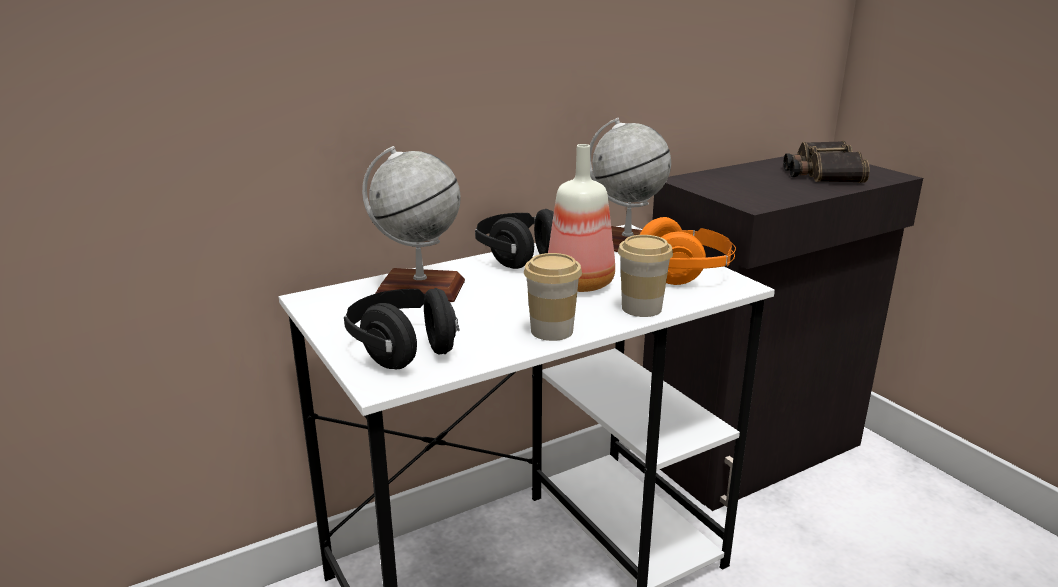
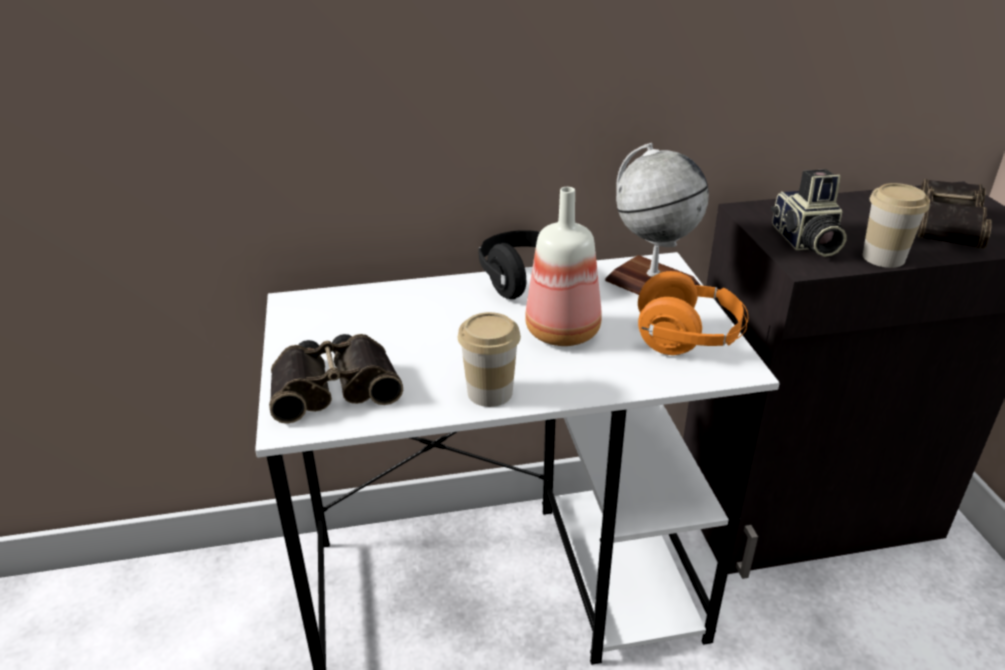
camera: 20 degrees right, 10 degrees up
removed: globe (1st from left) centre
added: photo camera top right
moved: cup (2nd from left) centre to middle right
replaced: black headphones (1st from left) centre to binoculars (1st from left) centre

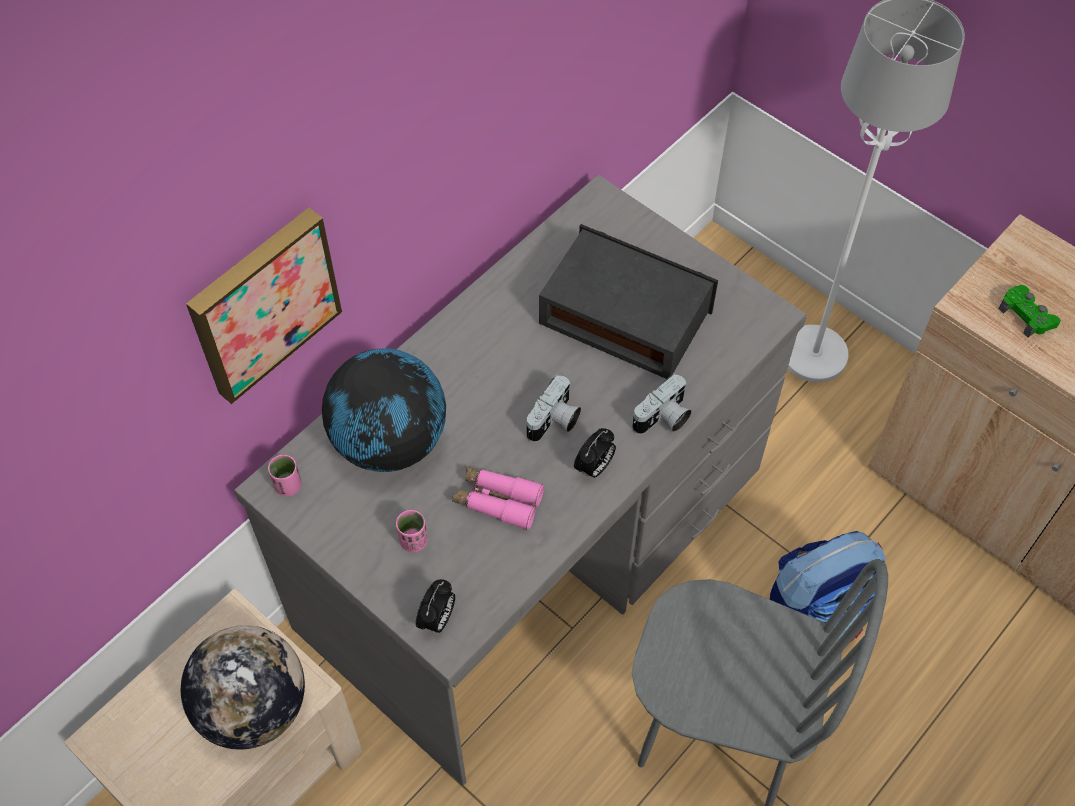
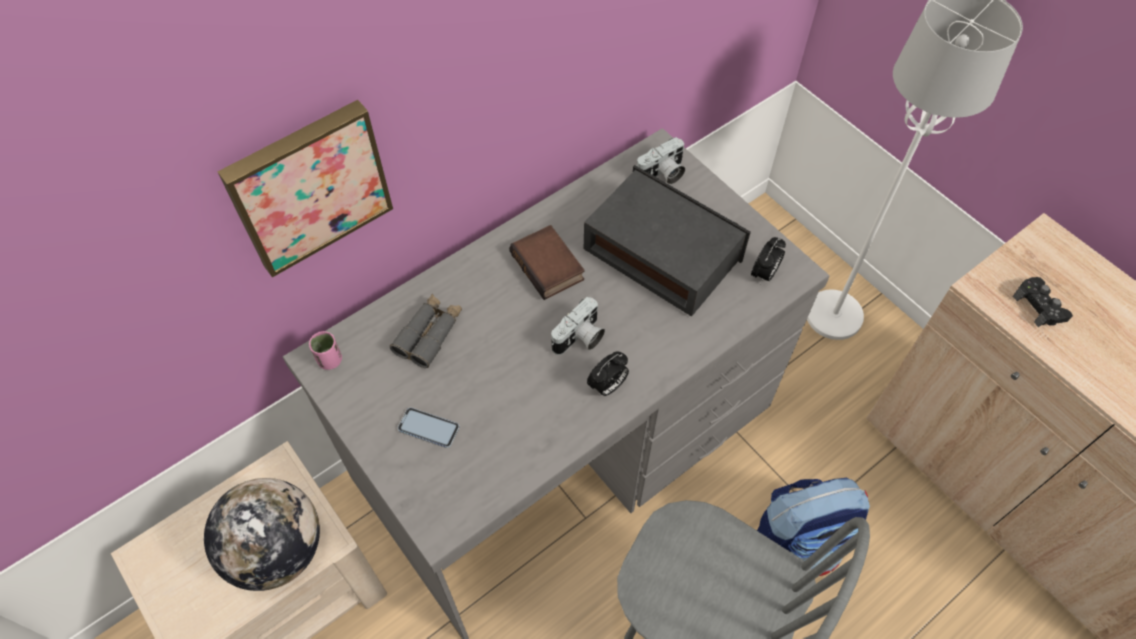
camera: 10 degrees right, 0 degrees up
removed: pink binoculars centre
added: book centre
moved: photo camera (2nd from left) centre to top centre; alarm clock (1st from left in the first image) bottom centre to alarm clock (2nd from left) middle right
replaced: globe (2nd from left) centre to grey binoculars centre; pink cup (2nd from left) centre to phone bottom centre
recoloured: green game controller middle right to black game controller middle right

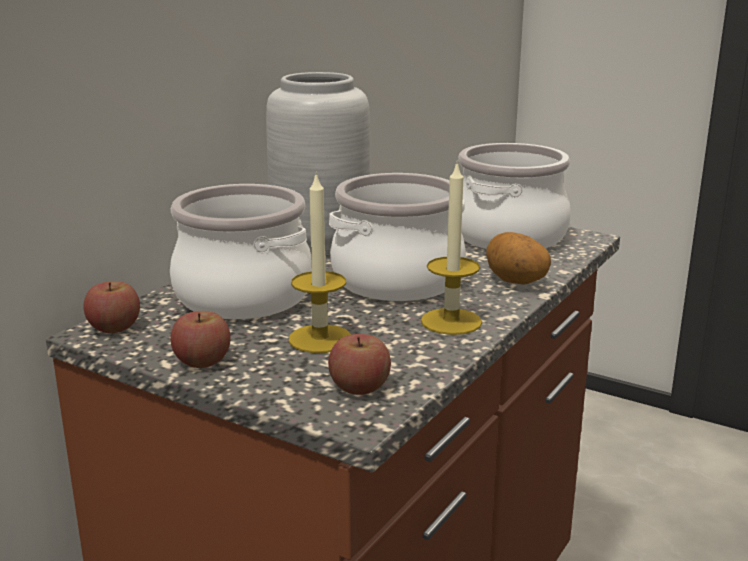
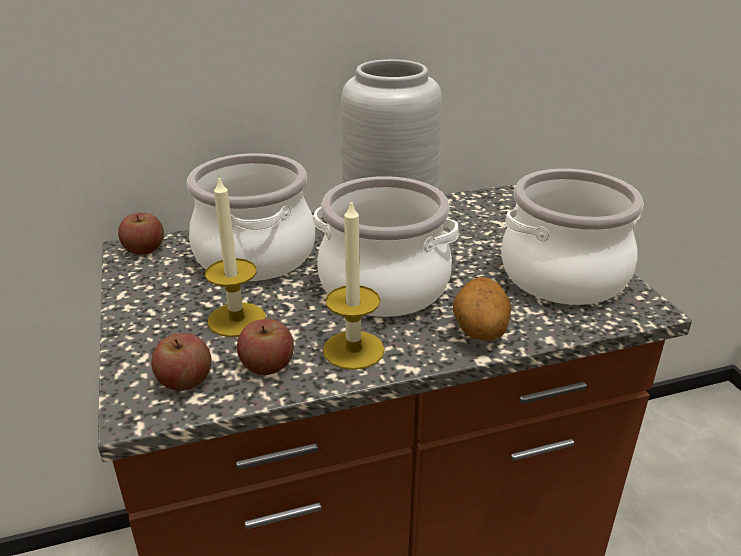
camera: 40 degrees right, 10 degrees up
moved: apple (2nd from left in the first image) middle left to apple (3rd from left) centre

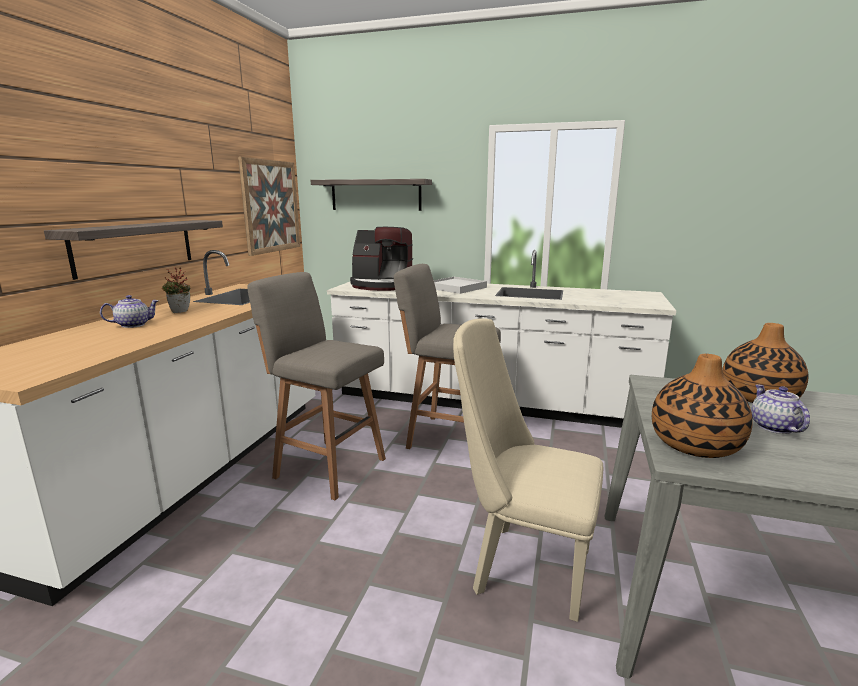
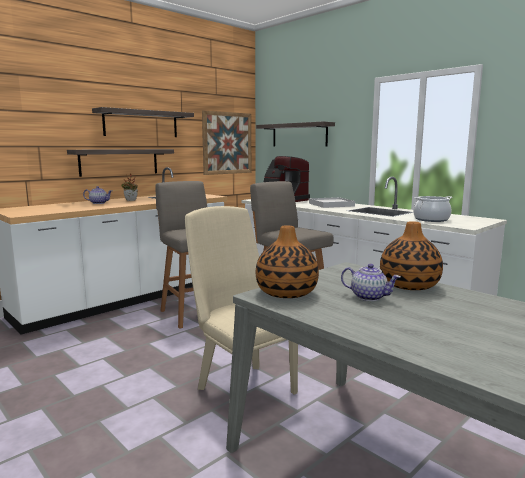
camera: 30 degrees right, 5 degrees down
added: shelf (2nd from left) top left; cooking pot middle right
turned: teapot (2nd from left) middle right = middle right 90 degrees clockwise

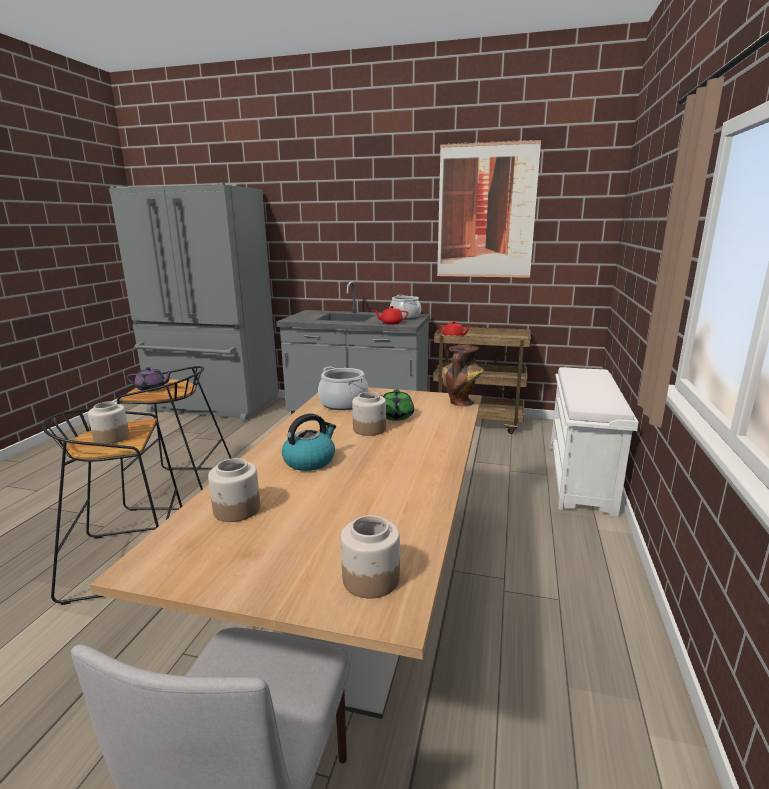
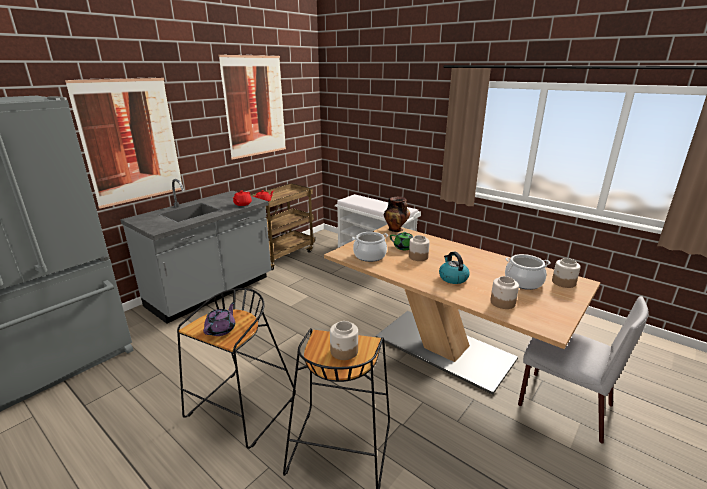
camera: 65 degrees left, 5 degrees up
added: picture (1st from left) top left
moved: cooking pot (2nd from left) centre to middle right

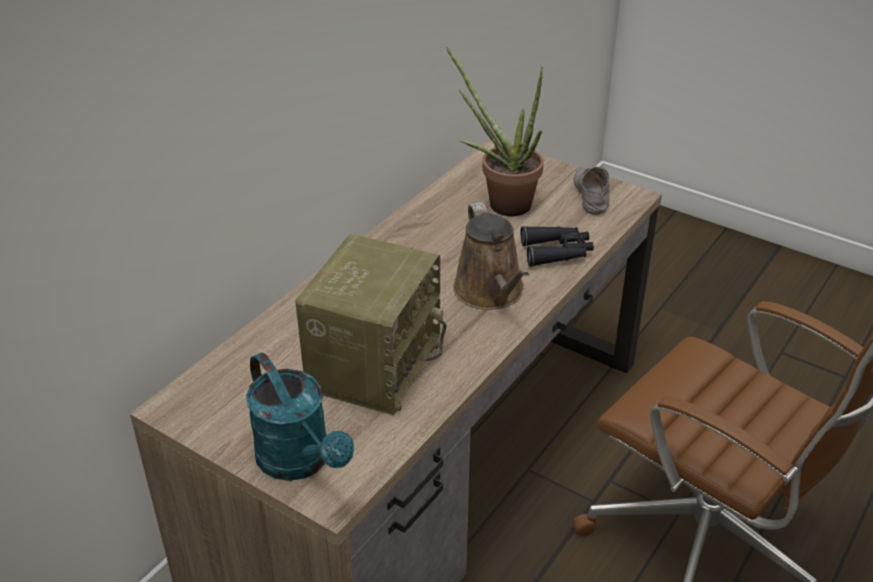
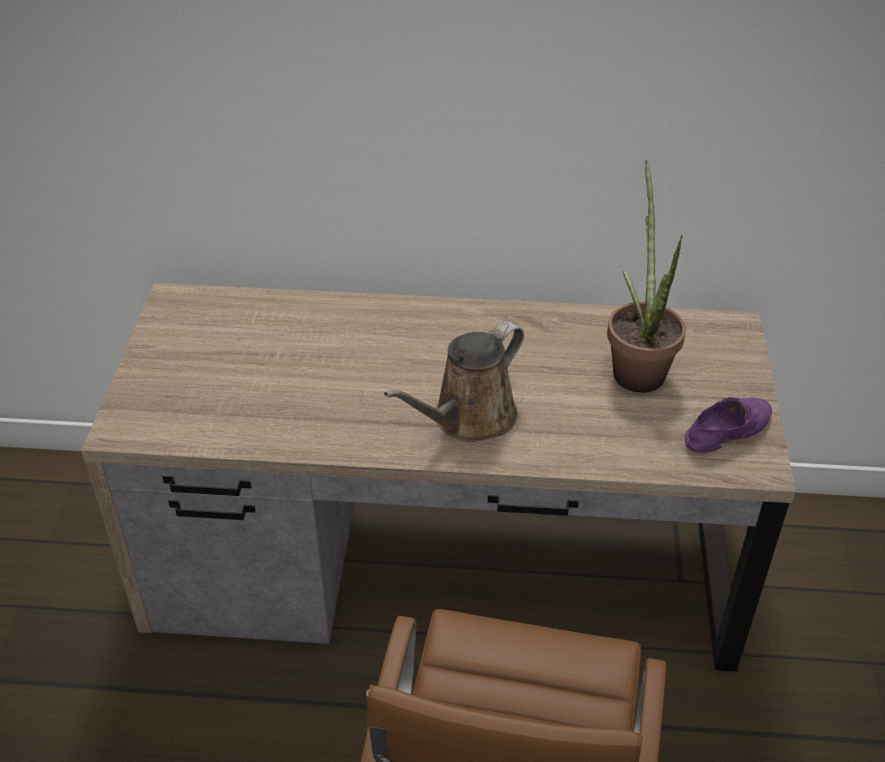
camera: 60 degrees right, 5 degrees up
removed: black binoculars centre; radio centre; turquoise watering can bottom centre
recoloured: grey shoe top right to purple shoe middle right

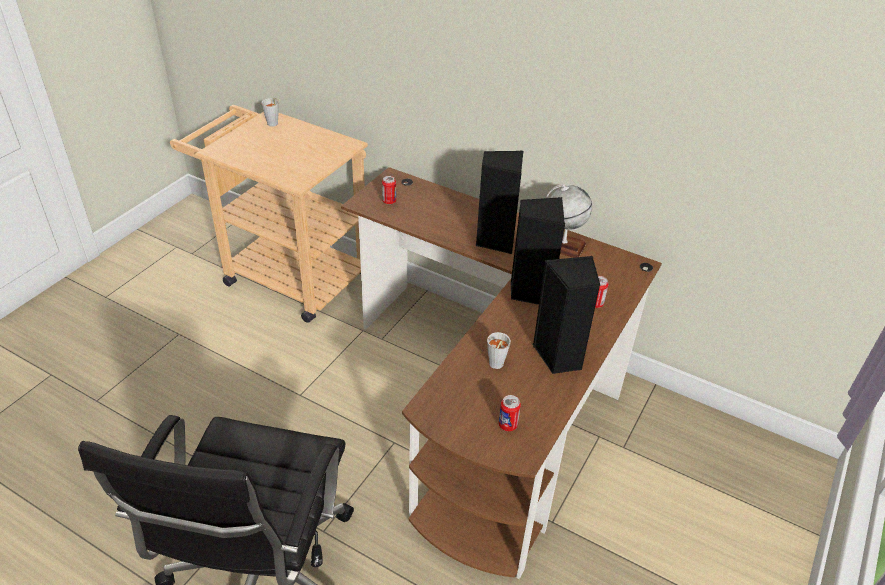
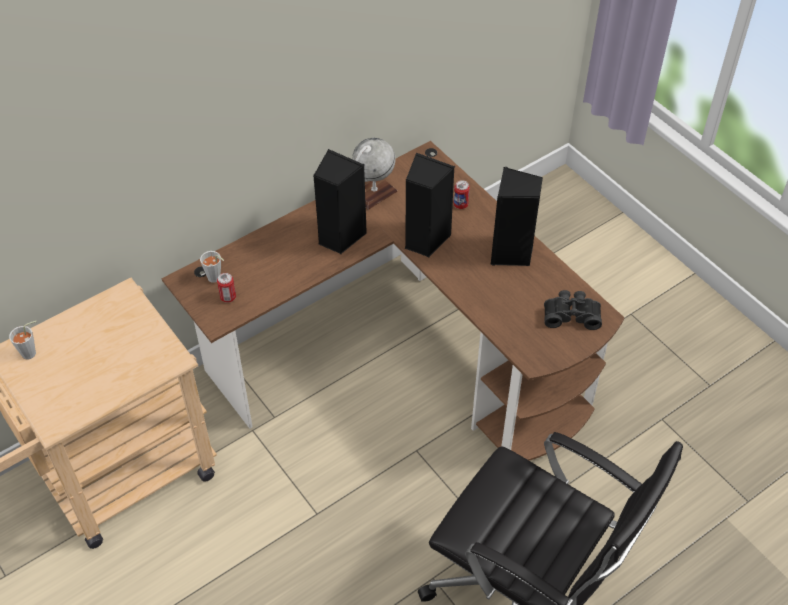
camera: 65 degrees left, 10 degrees up
moved: grey cup (2nd from left) centre to middle left
replaced: can (2nd from left) bottom centre to black binoculars middle right

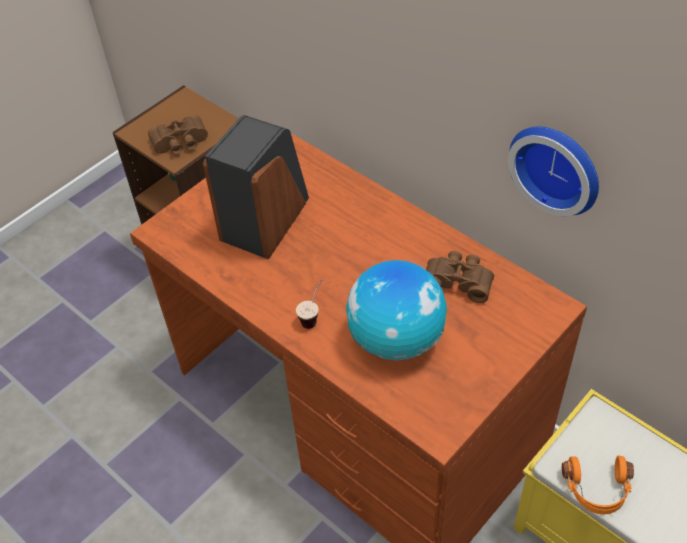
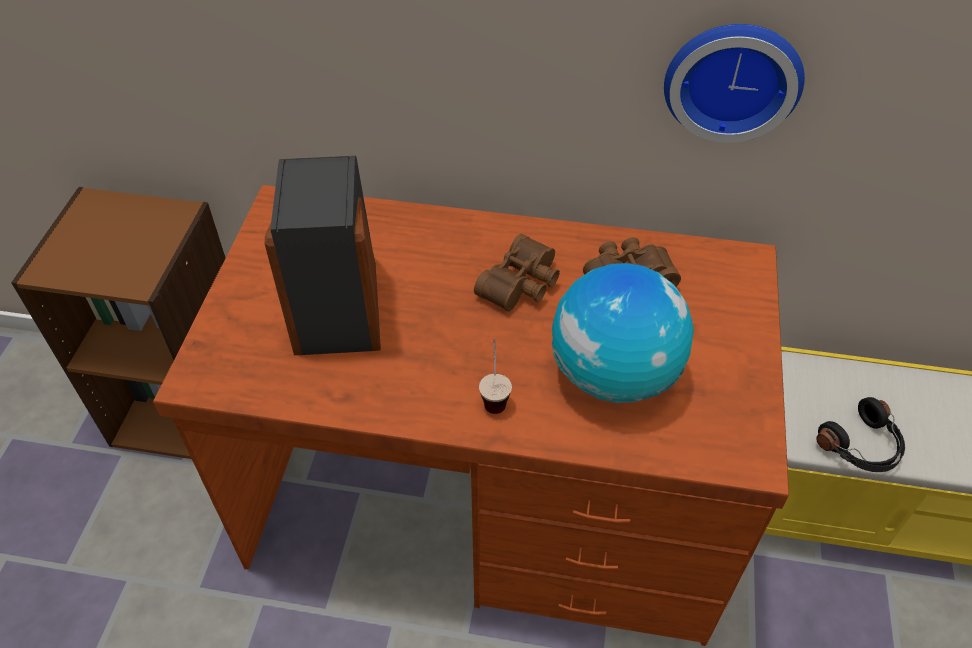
camera: 35 degrees left, 0 degrees up
moved: brown binoculars (1st from left) top left to centre
recoloured: orange headphones bottom right to black headphones bottom right

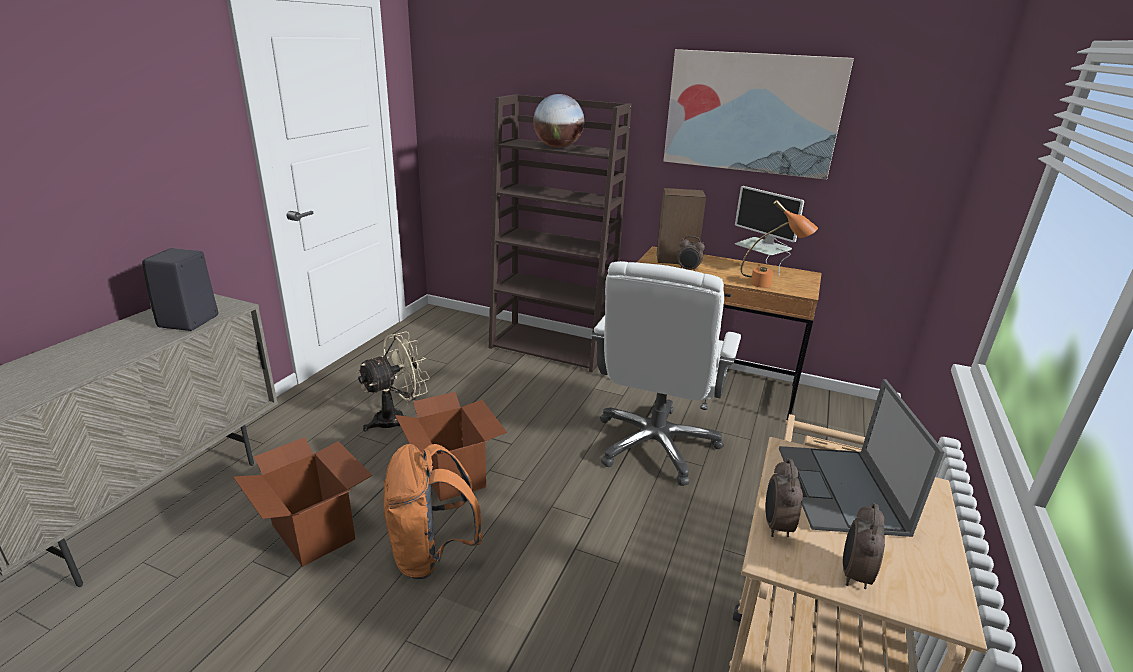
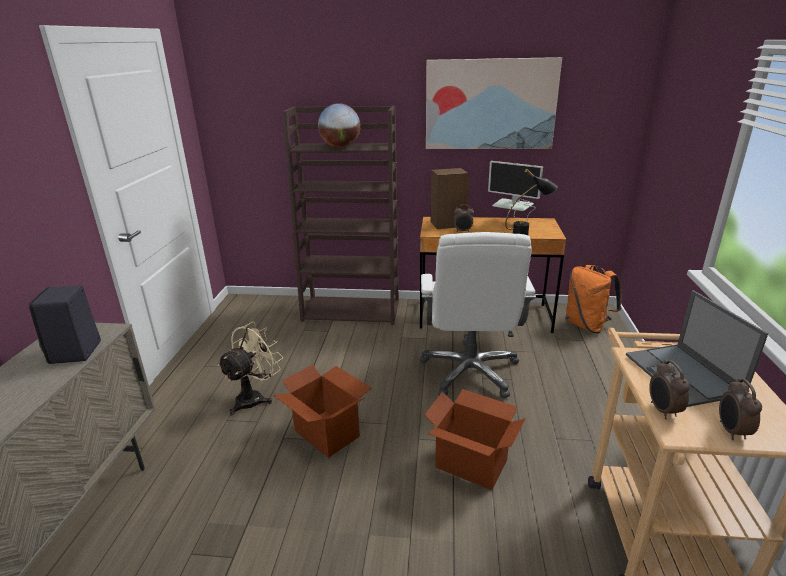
camera: 15 degrees left, 0 degrees up
moved: cardboard box (1st from left in the first image) bottom left to cardboard box (2nd from left) bottom centre; orange backpack bottom centre to middle right
recoloured: orange table lamp middle right to black table lamp middle right

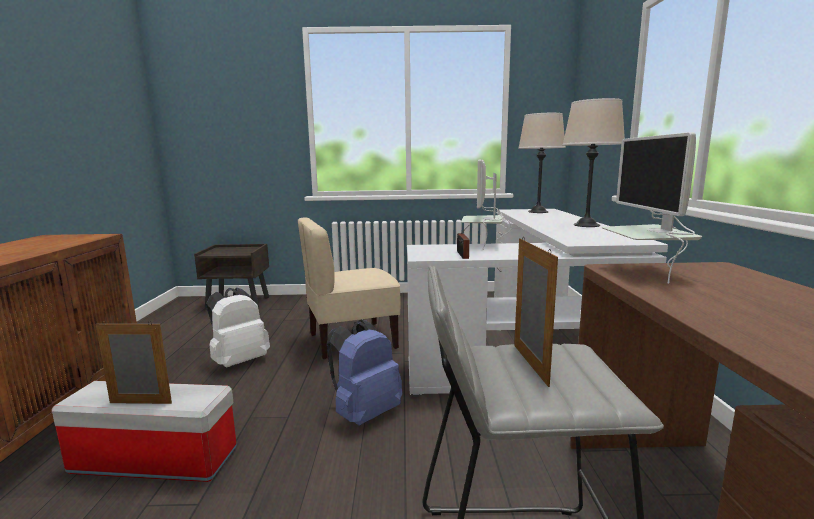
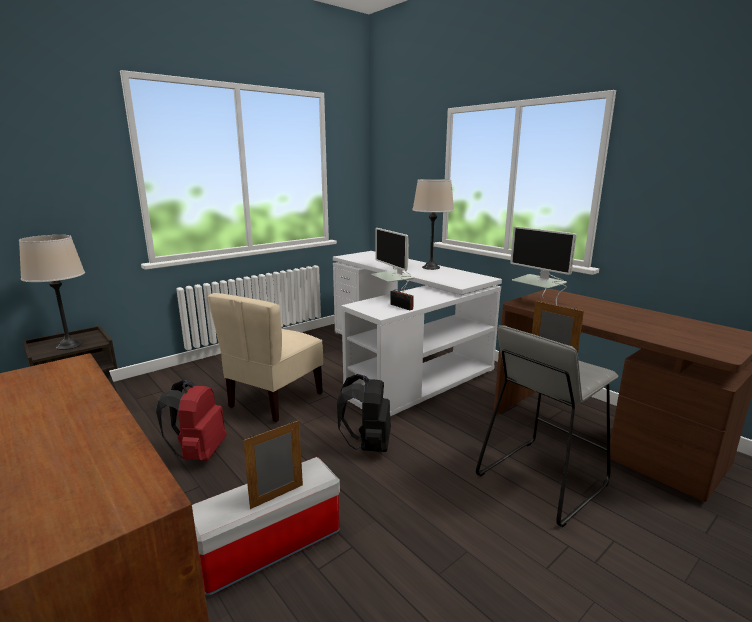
camera: 40 degrees left, 5 degrees up
moved: beige table lamp (1st from left) top centre to middle left
recoloured: white backpack middle left to red backpack bottom left; blue backpack bottom centre to black backpack centre

